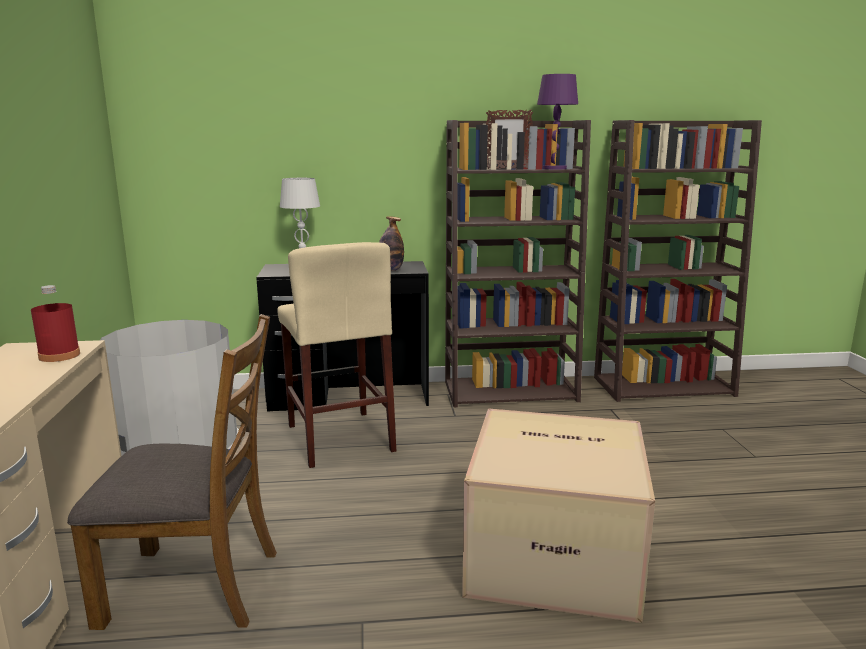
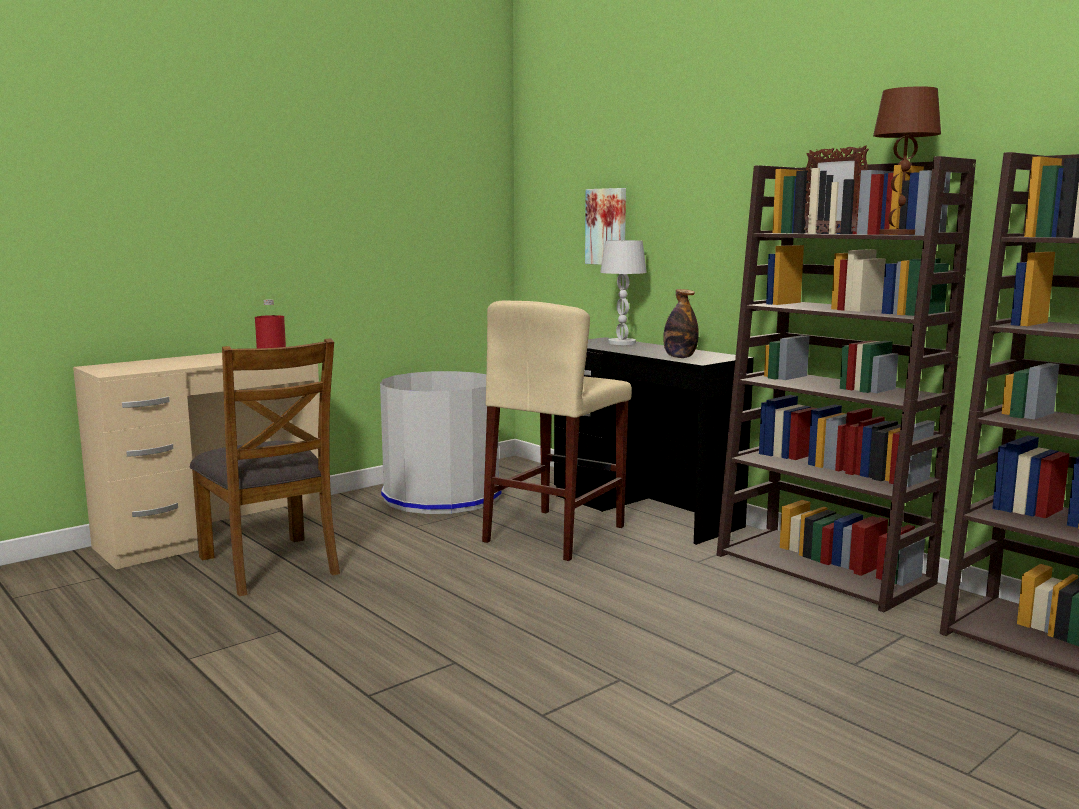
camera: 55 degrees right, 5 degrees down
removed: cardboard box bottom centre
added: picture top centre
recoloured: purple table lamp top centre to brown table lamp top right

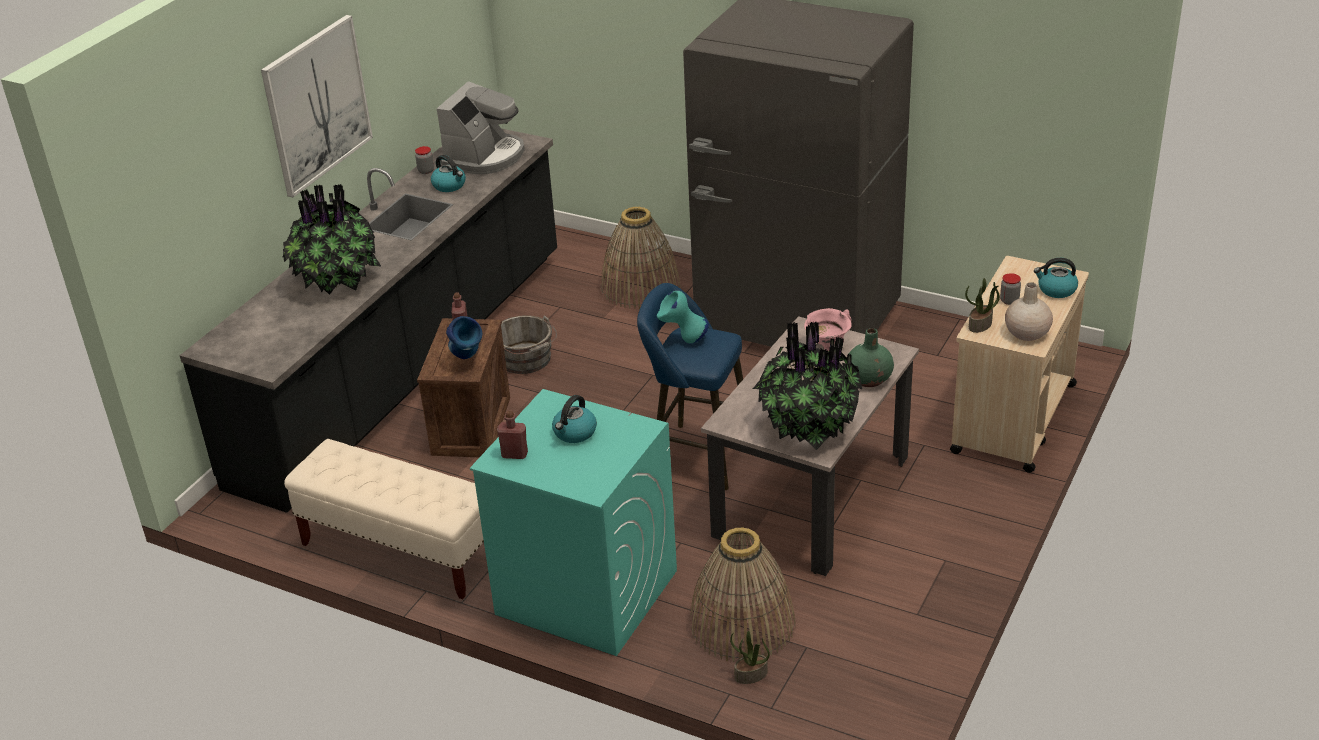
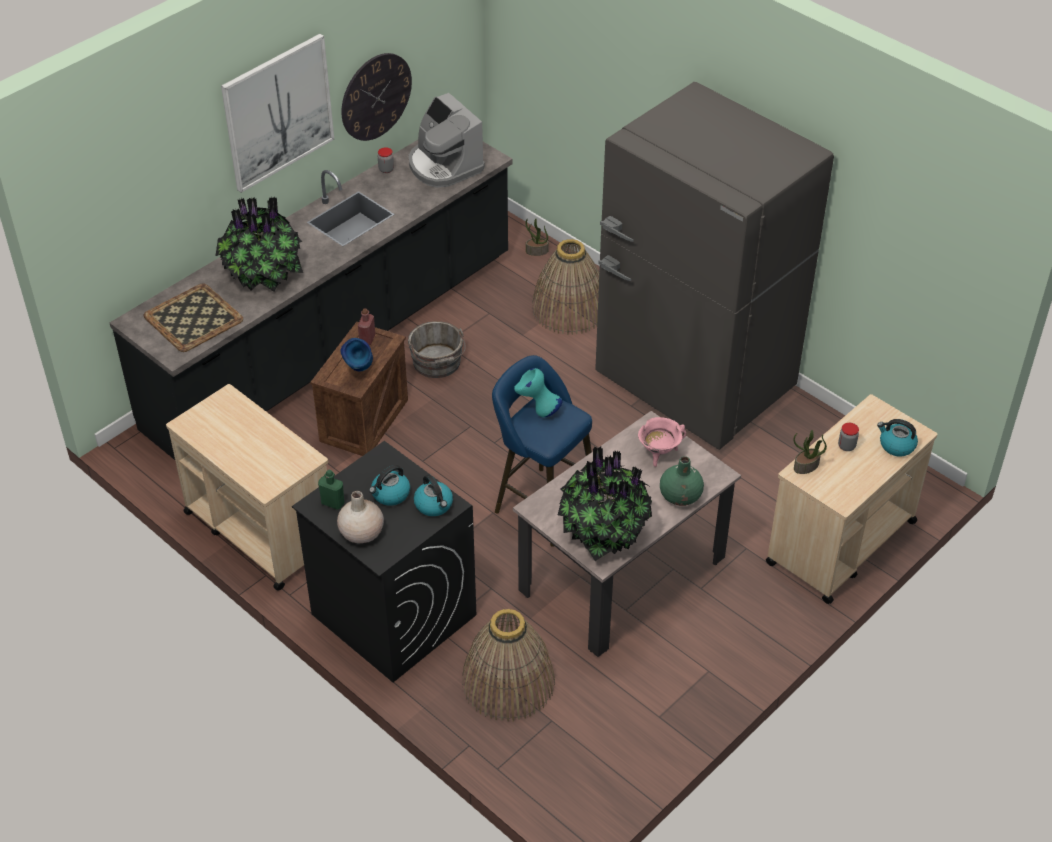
camera: 15 degrees right, 10 degrees up
added: wall clock top centre; tray middle left
moved: kettle (1st from left in the first image) top centre to kettle (2nd from left) centre; beige vase middle right to centre; potted plant (2nd from left) bottom centre to top centre
replaced: beige bench bottom left to beige cart (1st from left) middle left
recoloured: turquoise washing machine bottom centre to black washing machine centre; red bottle (2nd from left) centre to green bottle middle left
turned: coffee machine top centre = top centre 105 degrees clockwise

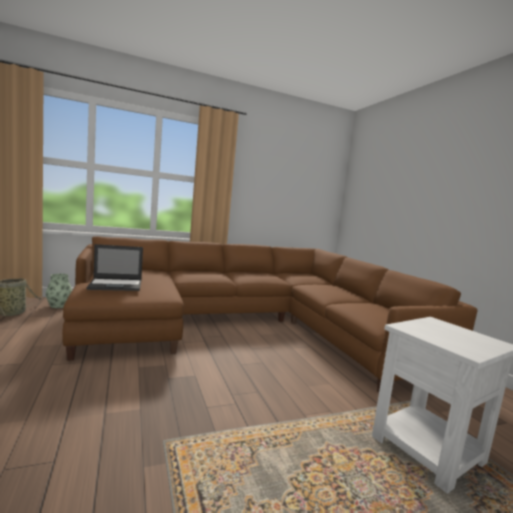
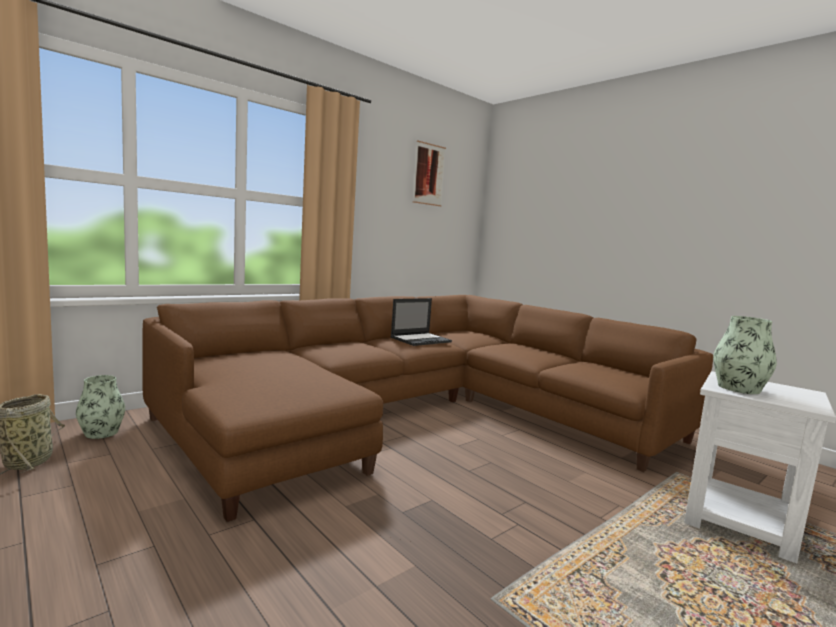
camera: 20 degrees left, 0 degrees up
added: picture top centre; vase (2nd from left) middle right
moved: laptop middle left to centre

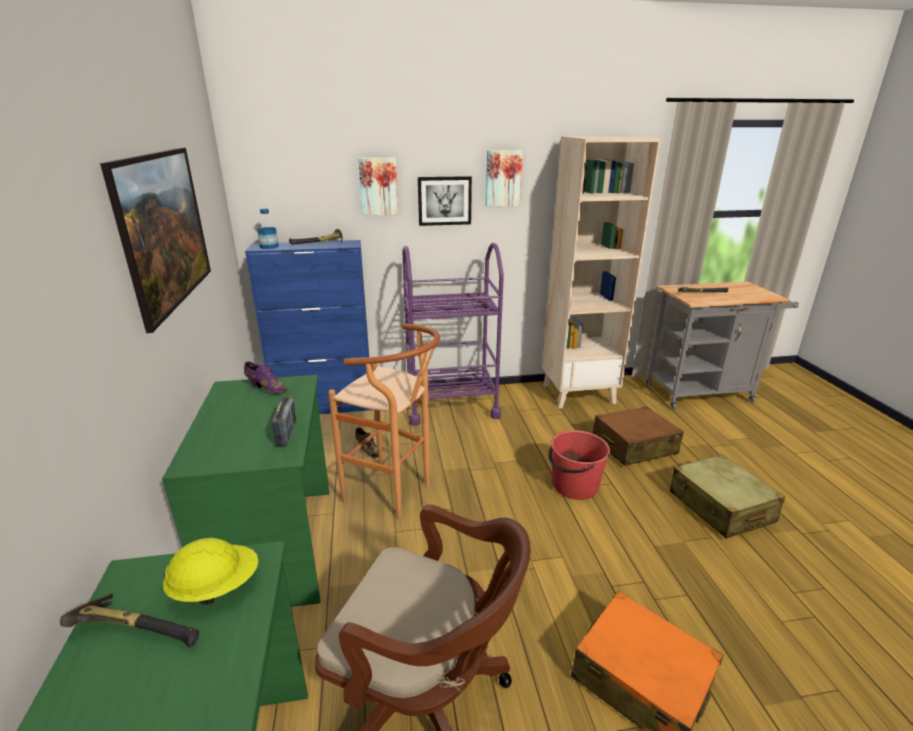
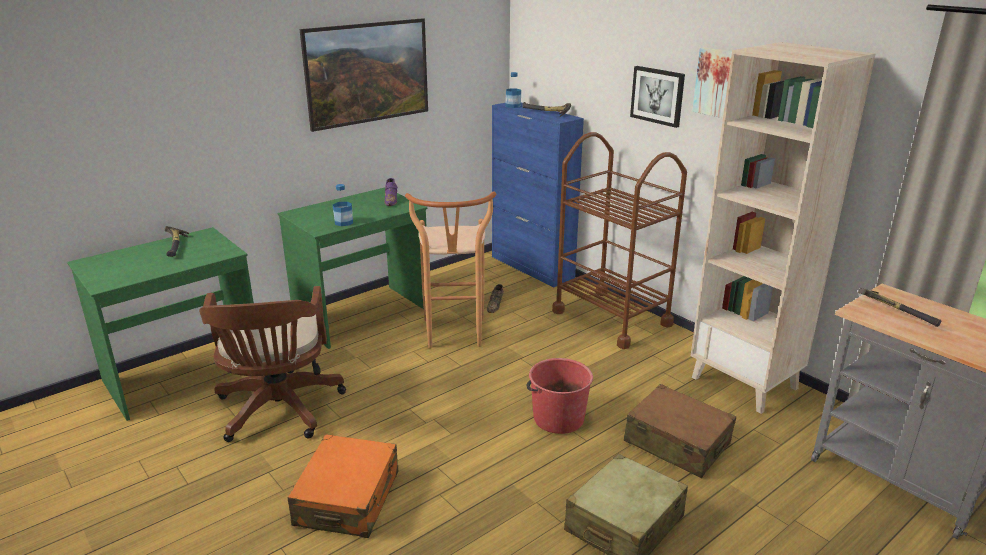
camera: 60 degrees right, 0 degrees up
removed: picture (2nd from left) top centre; yellow hard hat bottom left
replaced: radio middle left to bottle (1st from left) centre
recoloured: purple cart centre to brown cart centre

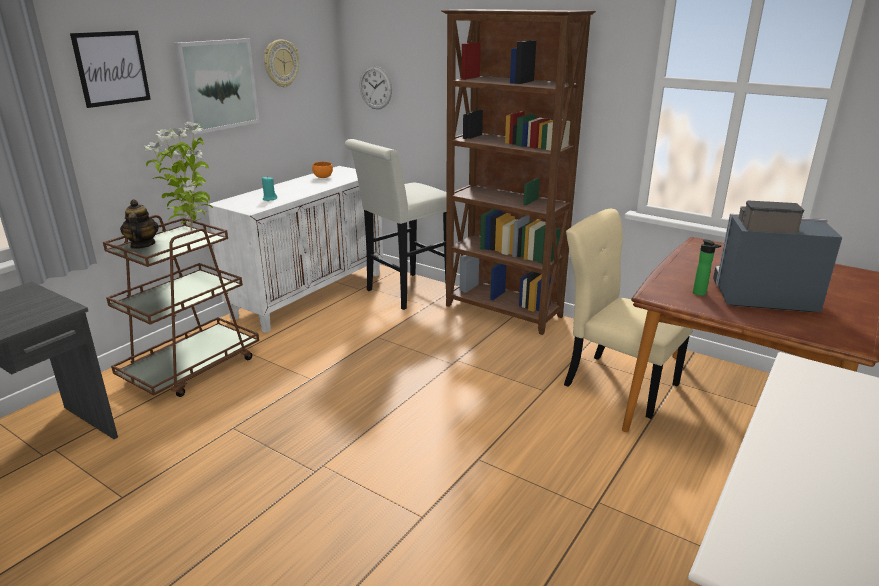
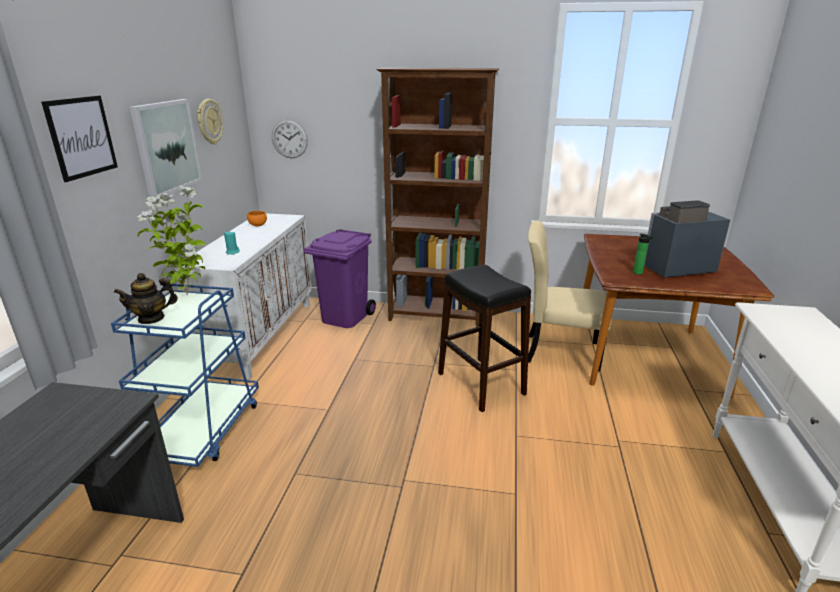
camera: 25 degrees left, 0 degrees up
added: black stool centre
replaced: white stool centre to purple trash can centre
recoloured: brown cart middle left to blue cart middle left
turned: teapot middle left = middle left 75 degrees counterclockwise

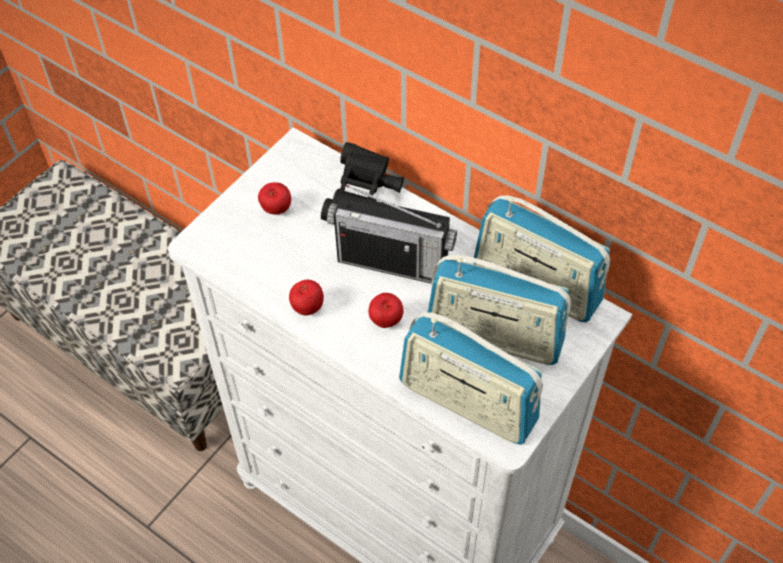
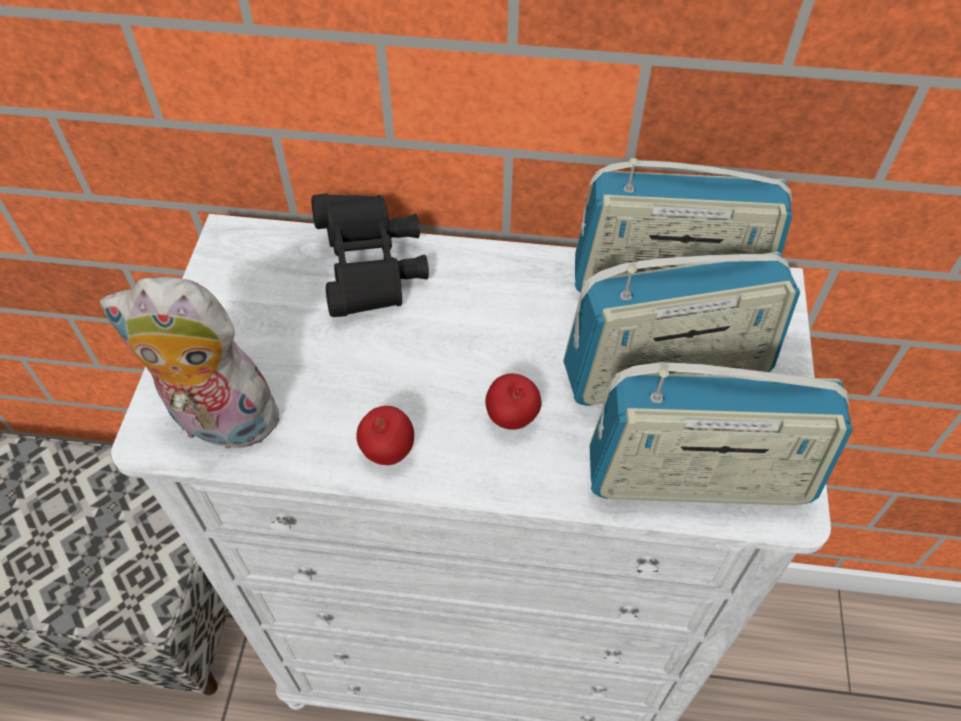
camera: 30 degrees left, 0 degrees up
removed: apple (1st from left) centre; radio (1st from left) centre
added: plush toy middle left

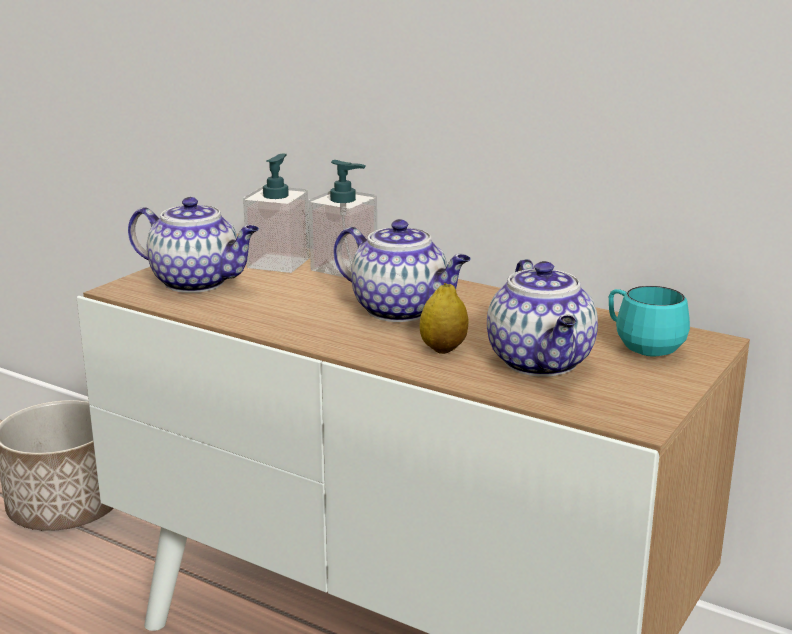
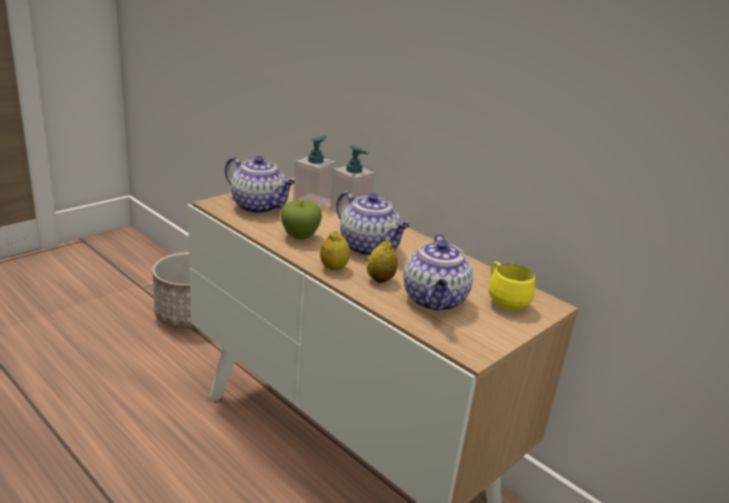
camera: 10 degrees right, 5 degrees up
added: apple centre; lemon (1st from left) centre
recoloured: turquoise mug middle right to yellow mug middle right

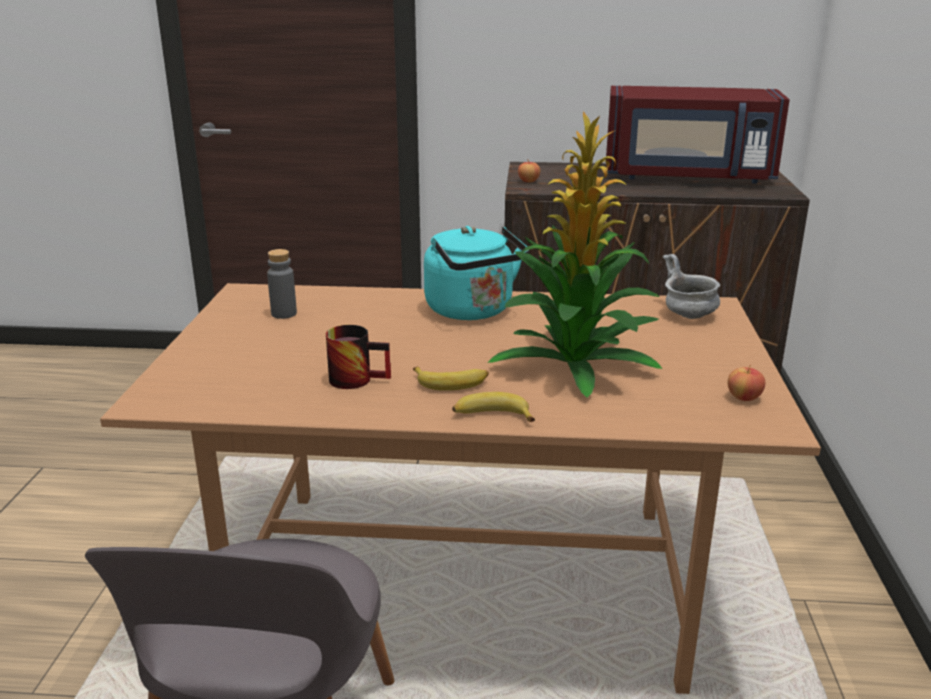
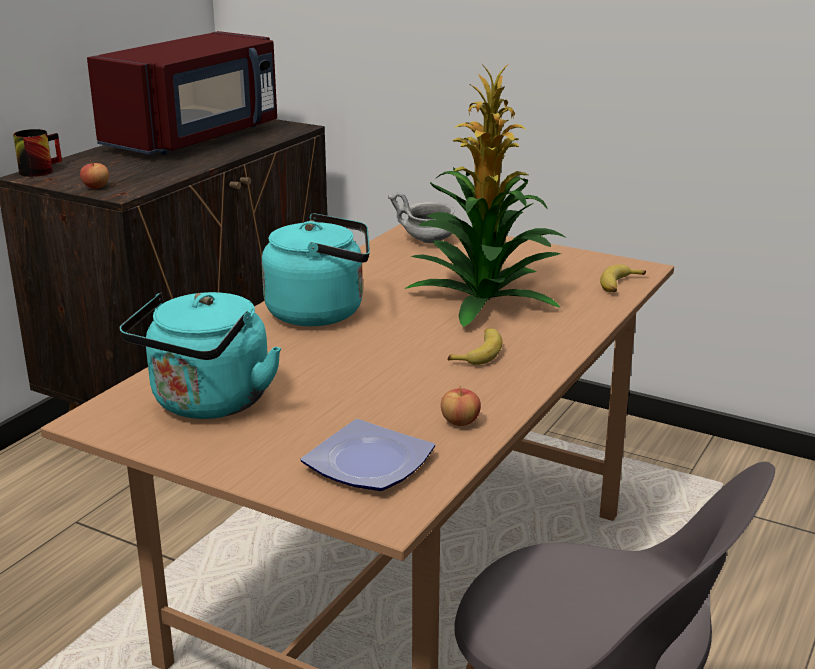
camera: 65 degrees left, 0 degrees up
added: plate bottom centre
moved: mug centre to top left; apple (2nd from left) middle right to centre; banana (2nd from left) centre to middle right
replaced: grey bottle middle left to turquoise kettle (1st from left) middle left

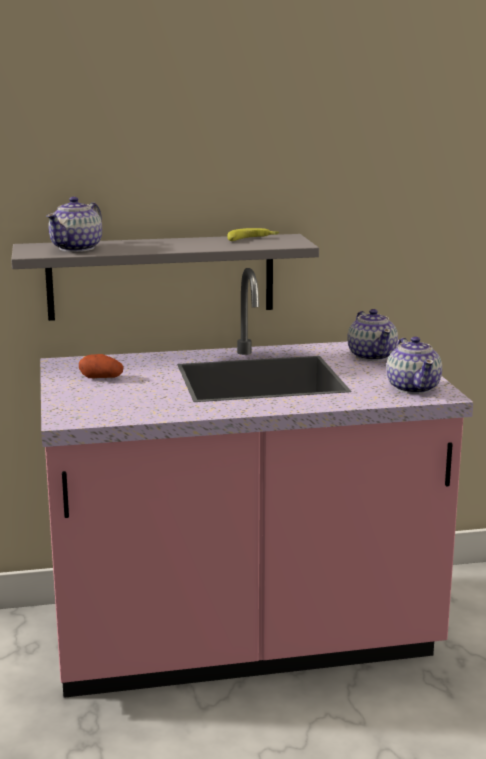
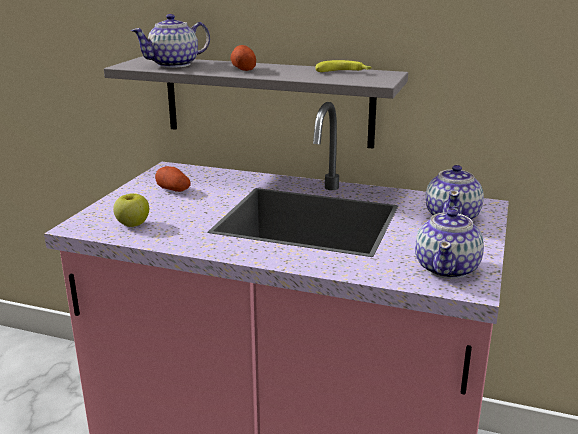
camera: 30 degrees right, 5 degrees up
added: potato (2nd from left) top centre; apple middle left

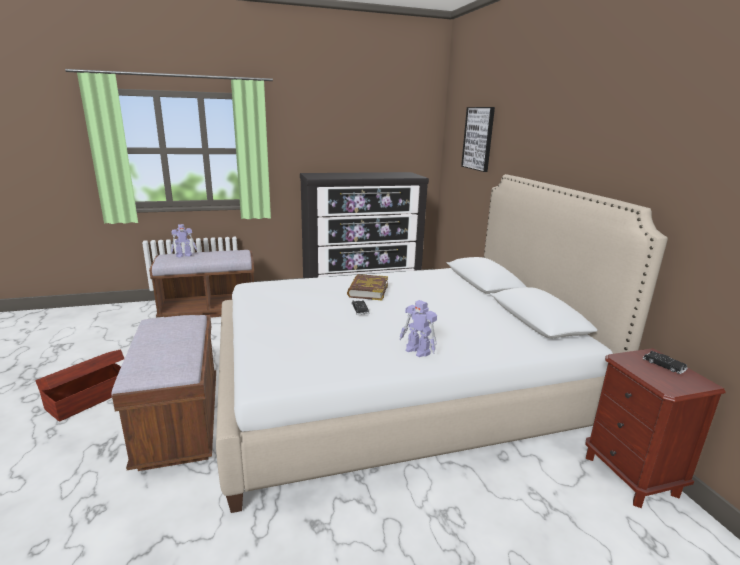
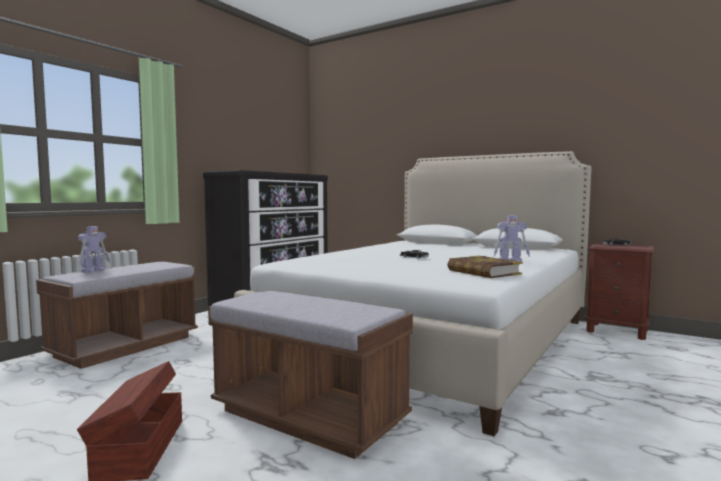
camera: 40 degrees left, 15 degrees down
removed: picture top centre
moved: book centre to middle right

